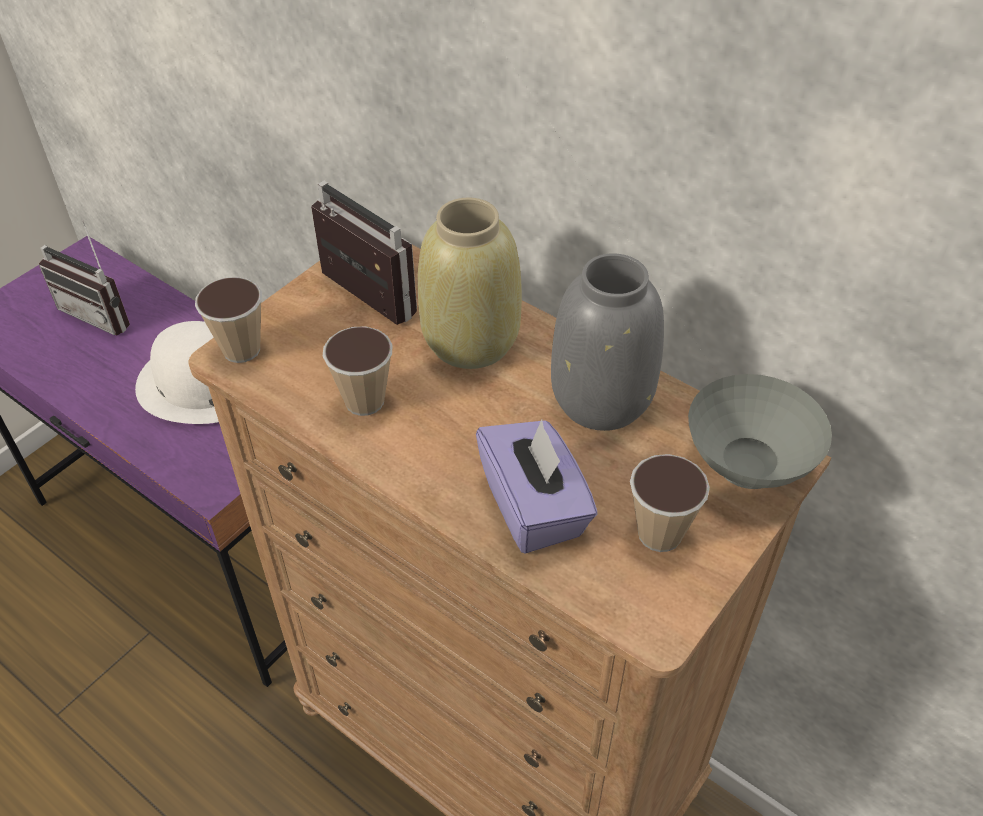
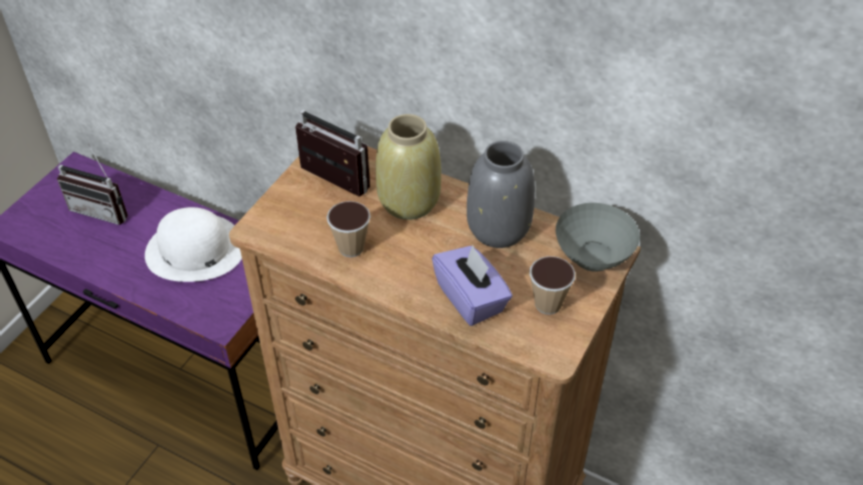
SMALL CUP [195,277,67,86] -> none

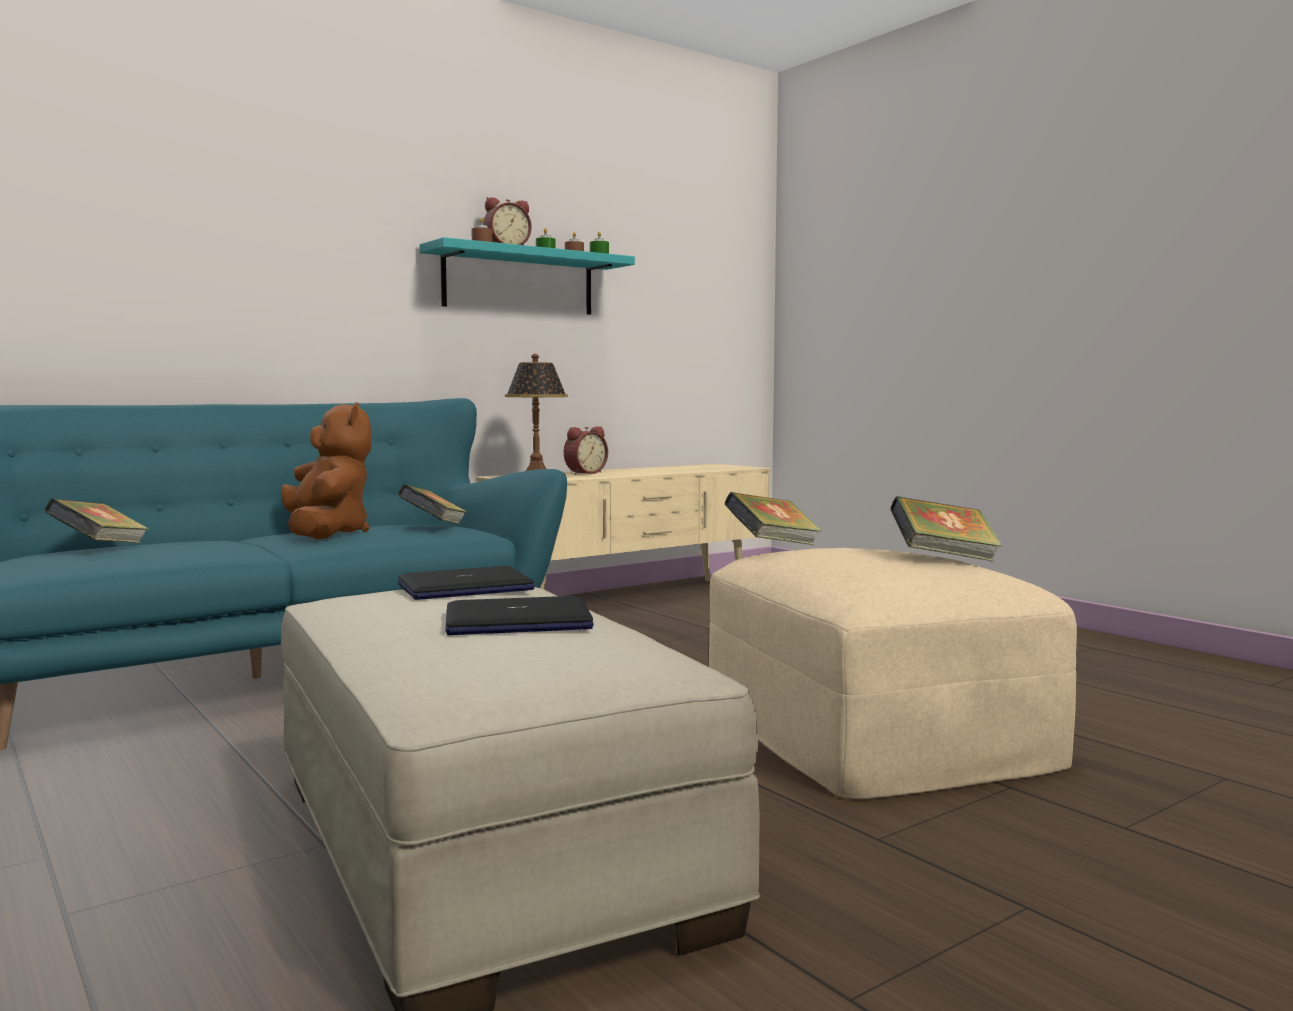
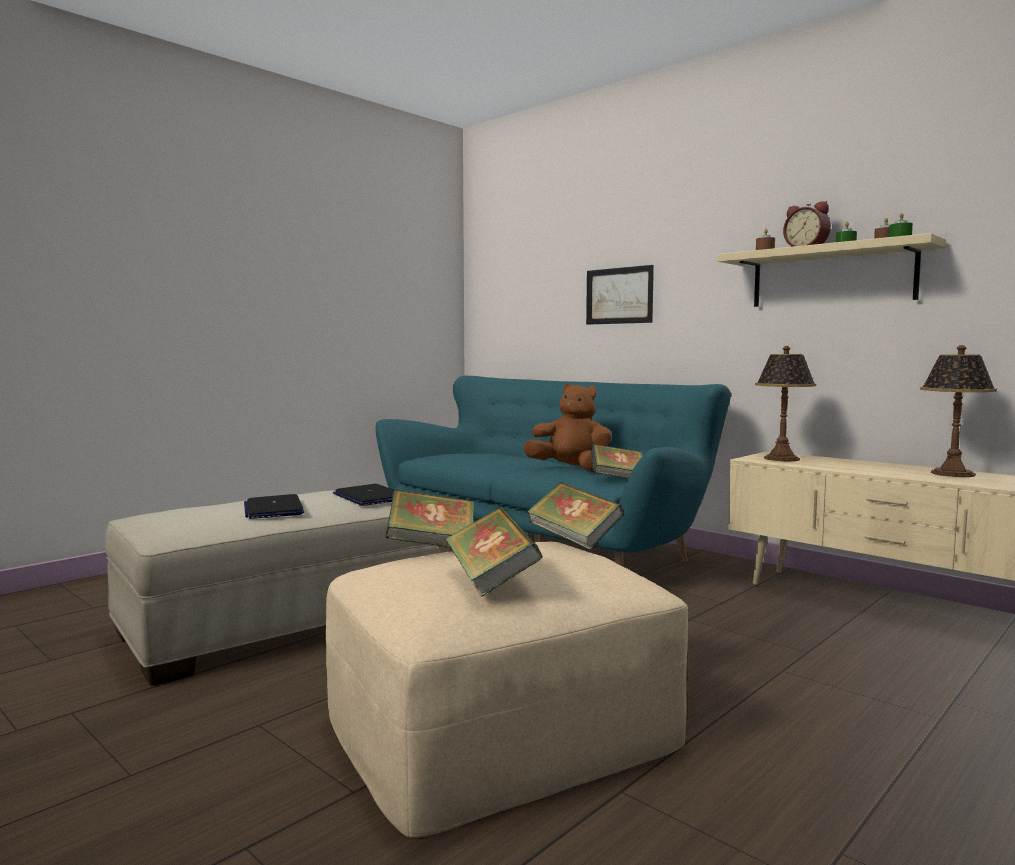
VOLUME [44,499,105,45] -> VOLUME [385,489,89,59], relocated
BROWN SOFT TOY [281,402,91,137] -> BROWN SOFT TOY [523,383,89,89], 120 degrees counterclockwise
TURQUOISE-COLOURED WALL SHELF [420,237,215,78] -> BEIGE WALL SHELF [718,233,228,74]
BEDSIDE CLOCK [564,426,44,48] -> none
none -> PICTURE [586,265,68,60]
none -> TABLE LAMP [920,345,77,132]

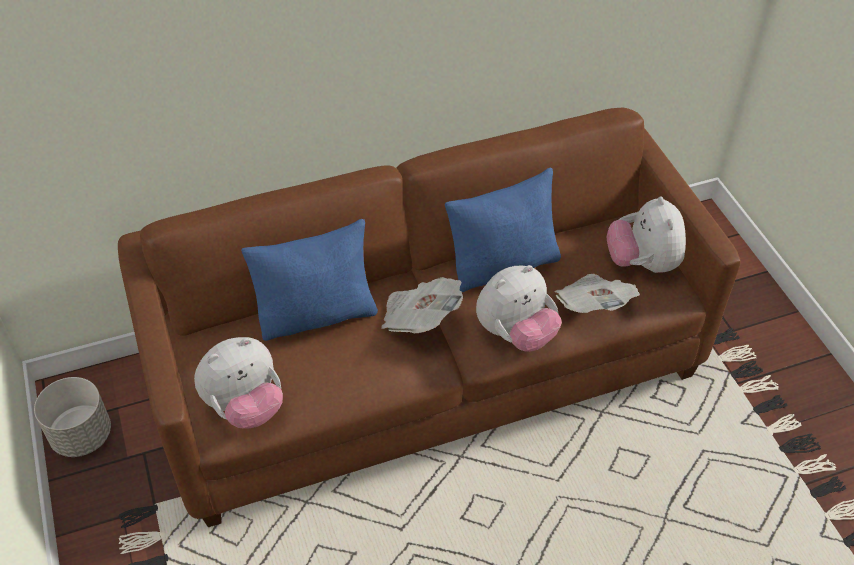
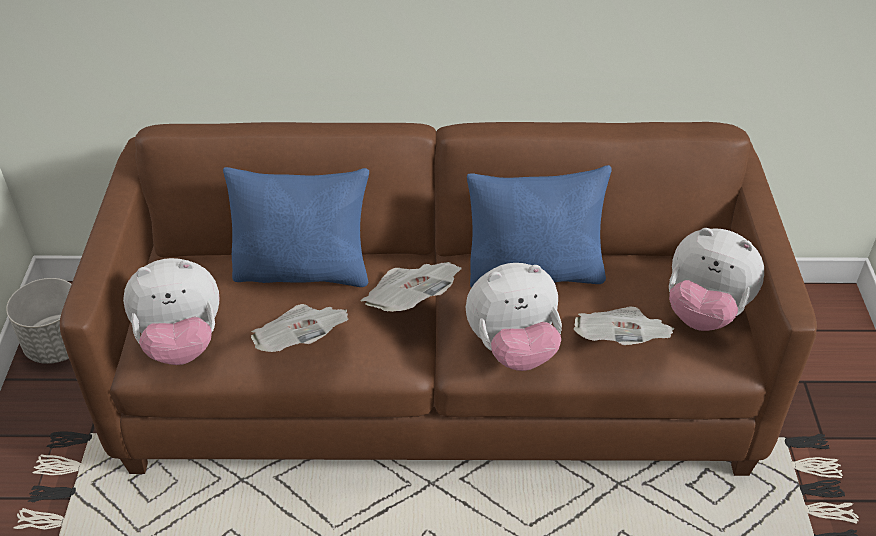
SOFT TOY [607,197,79,76] -> SOFT TOY [669,228,95,103], 75 degrees counterclockwise
none -> PRINTED PAPER [251,304,97,48]

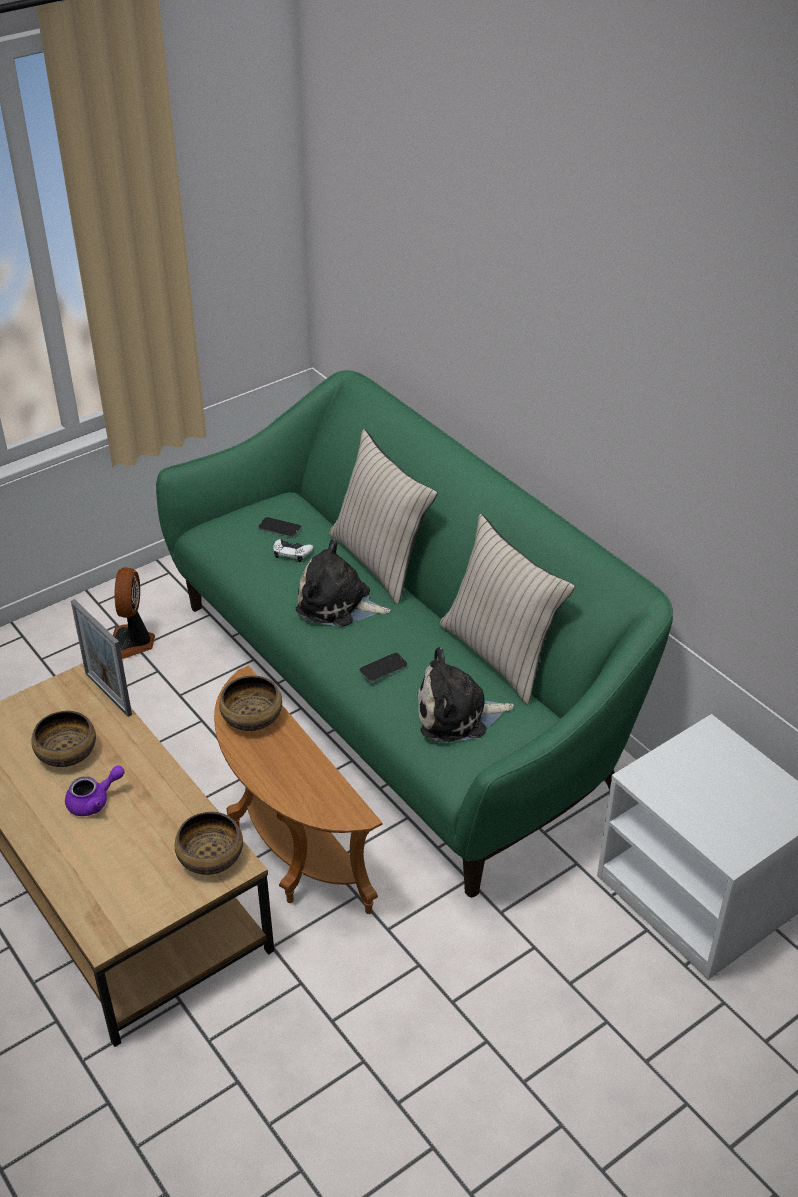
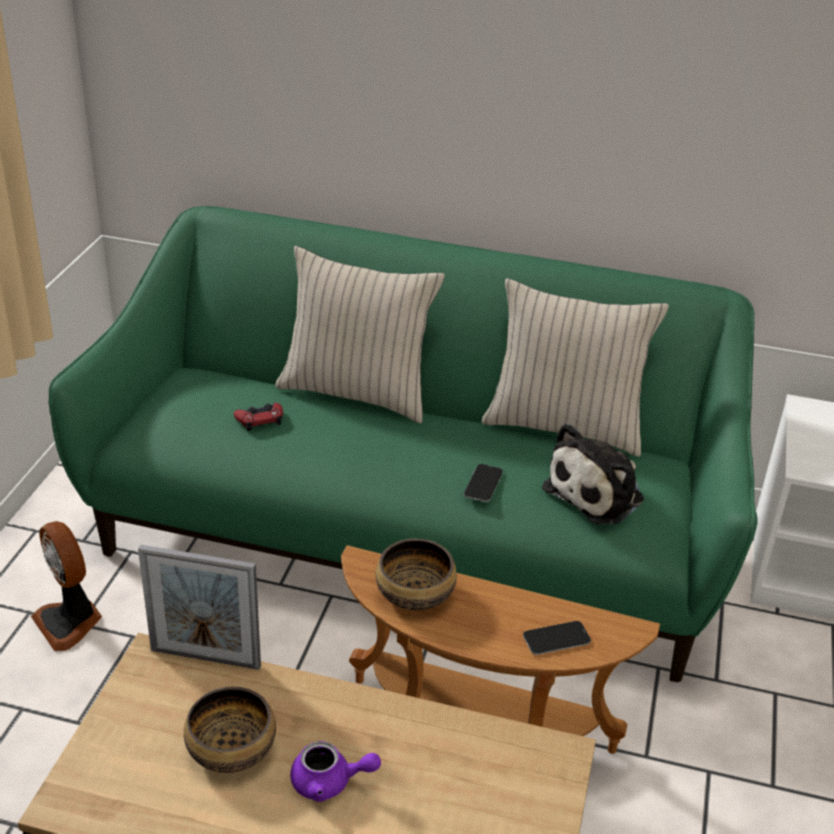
PURPLE-COLOURED TEA POT [65,766,60,50] -> PURPLE-COLOURED TEA POT [290,741,91,61], 75 degrees clockwise
BOWL [175,811,68,64] -> none
HANDSET [258,517,43,21] -> HANDSET [523,621,68,34], relocated
WHITE-COLOURED JOYPAD [273,539,40,23] -> REDDISH JOYPAD [234,403,49,28]
SOFT TOY [296,539,94,88] -> none

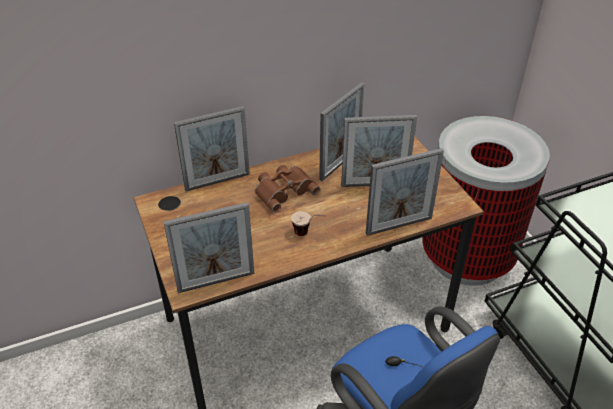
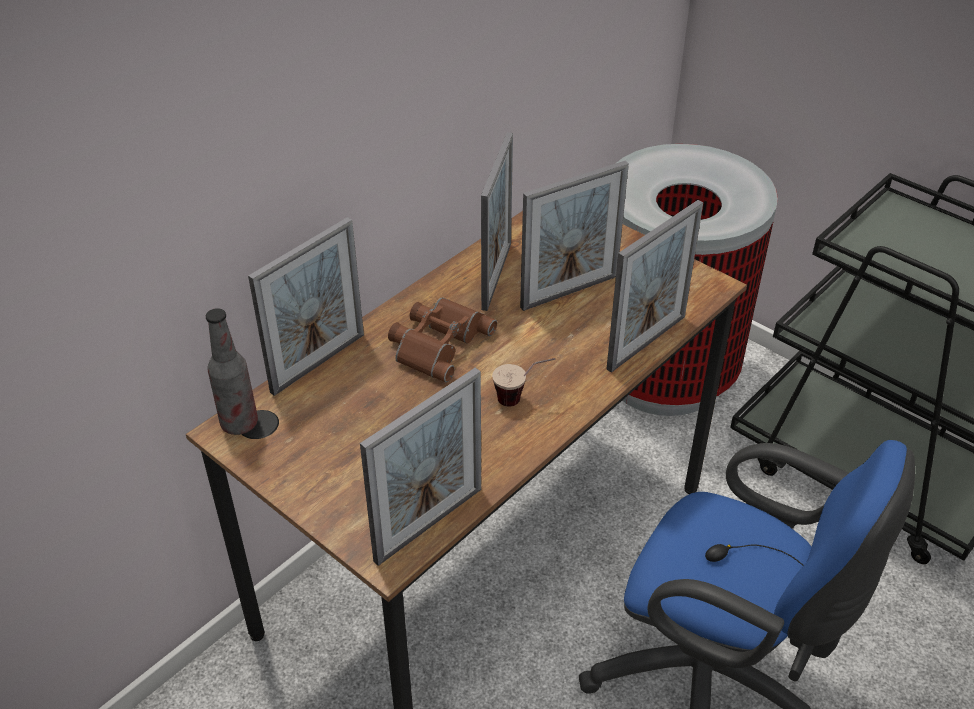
none -> BEVERAGE BOTTLE [206,308,52,127]

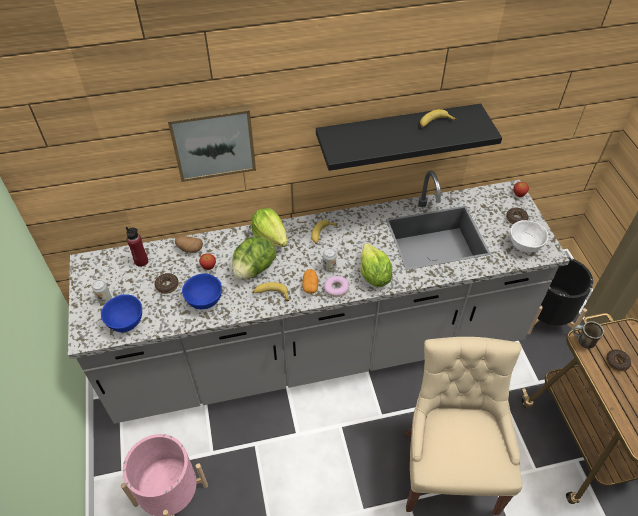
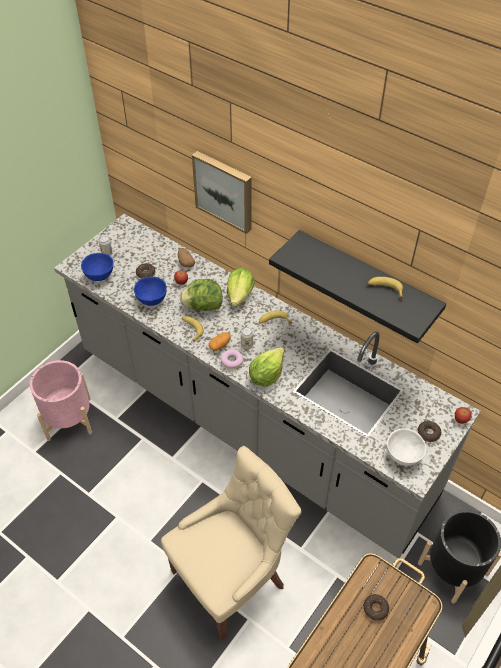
REDDISH BEVERAGE BOTTLE [126,227,22,40] -> none
COFFEE MUG [573,321,31,28] -> none

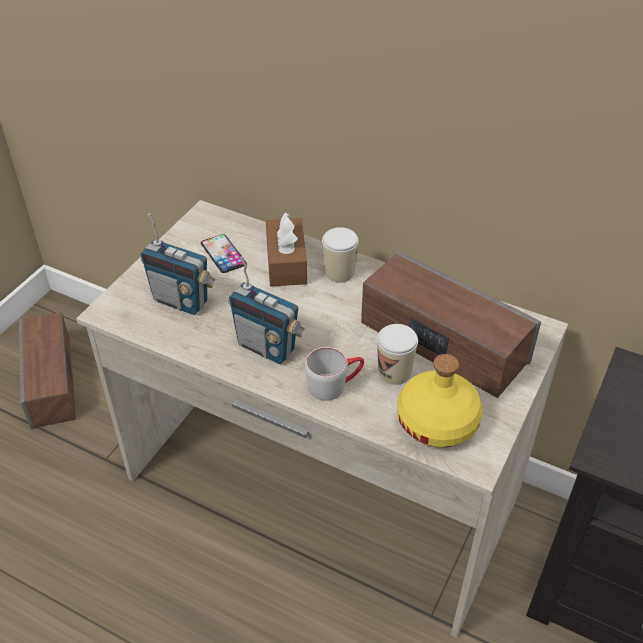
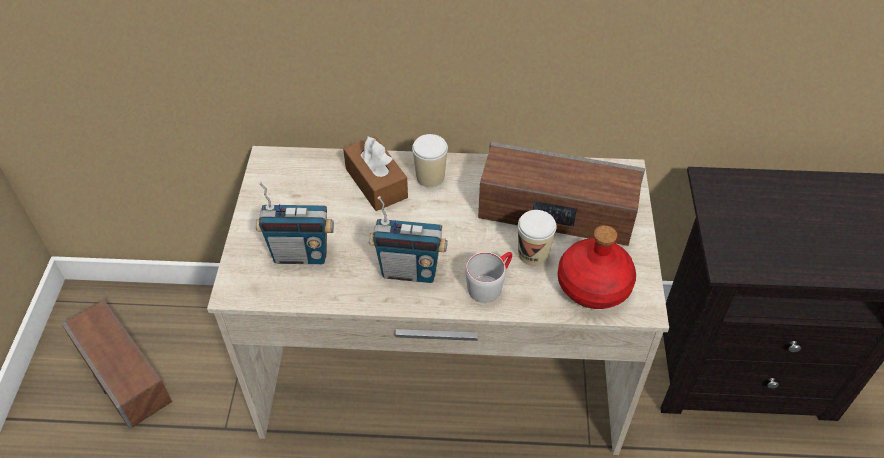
HANDSET [201,234,46,39] -> none
YELLOW BEVERAGE BOTTLE [397,354,86,94] -> REDDISH BEVERAGE BOTTLE [558,225,78,84]

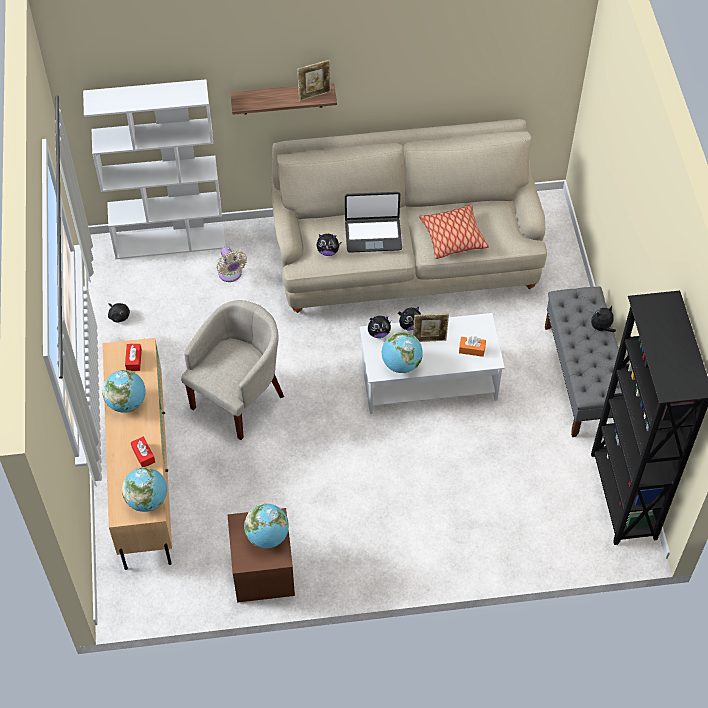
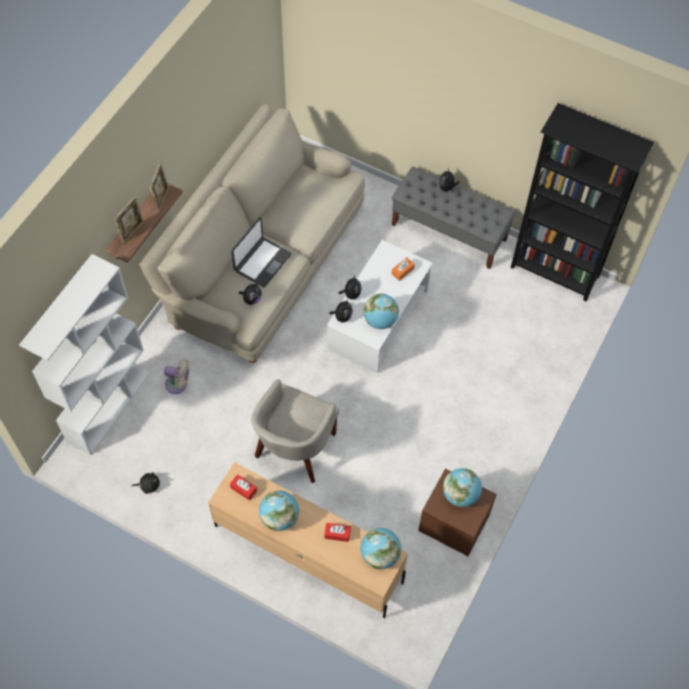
BEIGE LOUNGE CHAIR [181,300,103,140] -> BEIGE LOUNGE CHAIR [251,379,88,104], 135 degrees counterclockwise
PICTURE FRAME [413,313,36,29] -> PICTURE FRAME [114,196,29,48], relocated
PILLOW [419,205,70,54] -> none

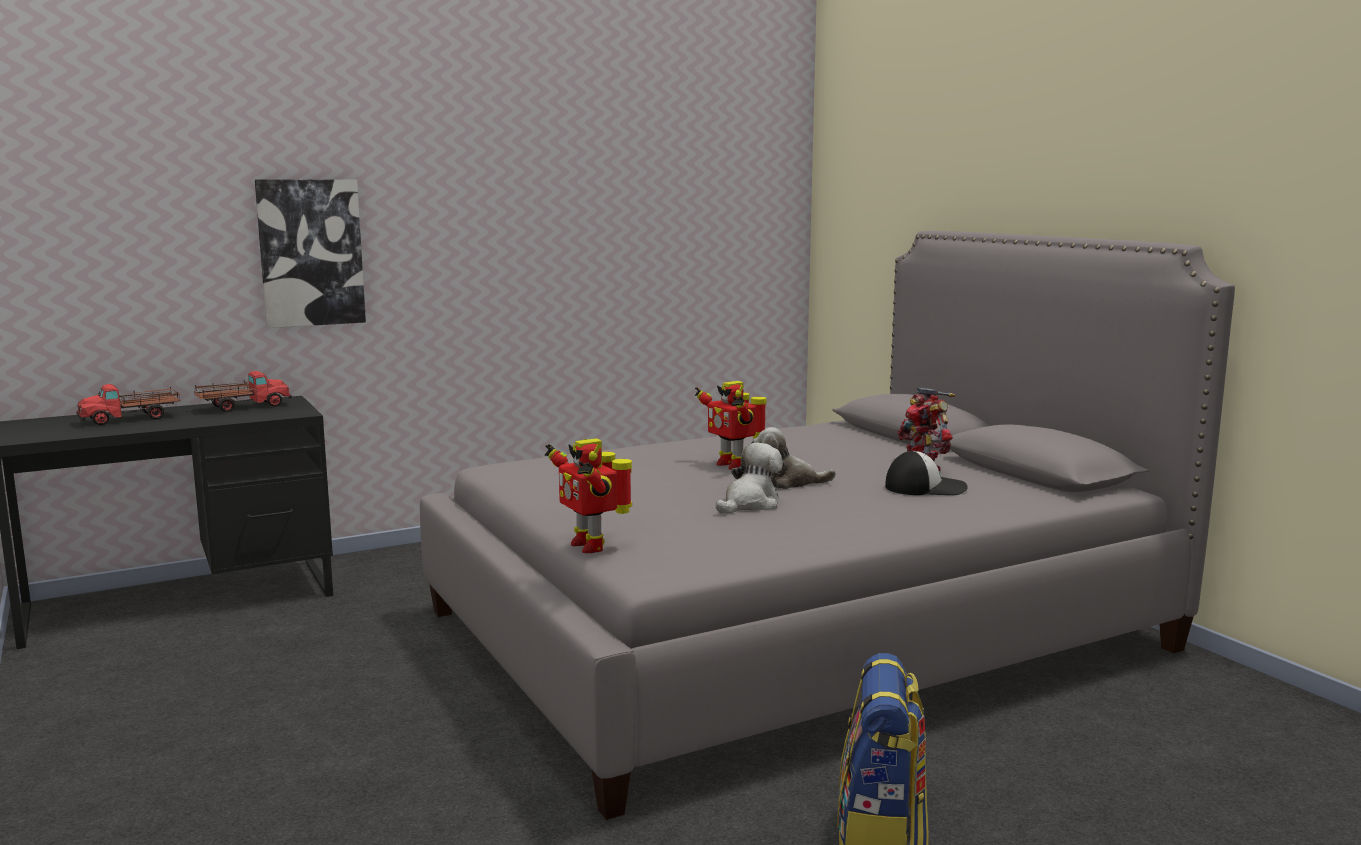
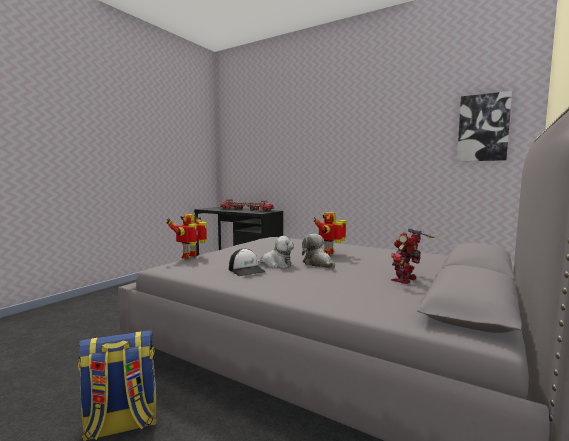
PICTURE [255,179,111,149] -> PICTURE [457,91,55,70], relocated
PEAKED CAP [885,451,83,44] -> PEAKED CAP [229,248,37,28], relocated

